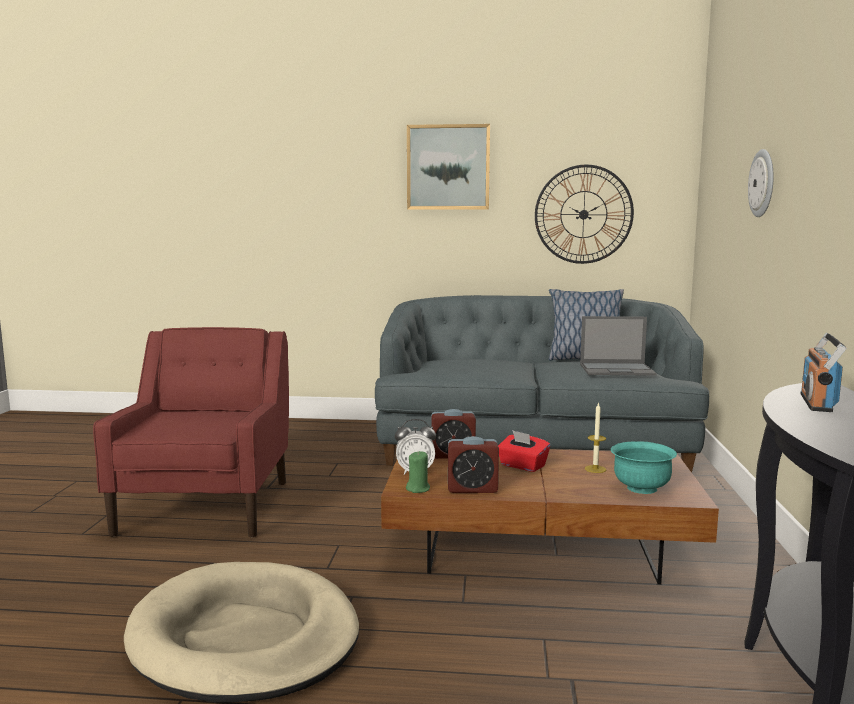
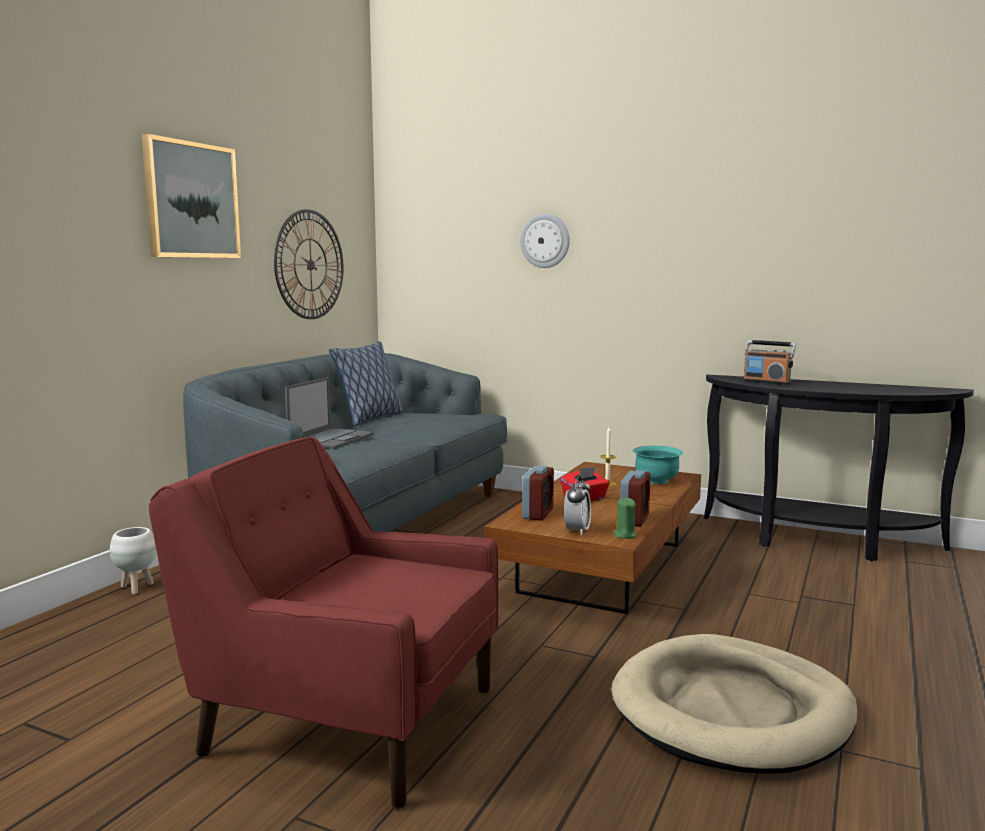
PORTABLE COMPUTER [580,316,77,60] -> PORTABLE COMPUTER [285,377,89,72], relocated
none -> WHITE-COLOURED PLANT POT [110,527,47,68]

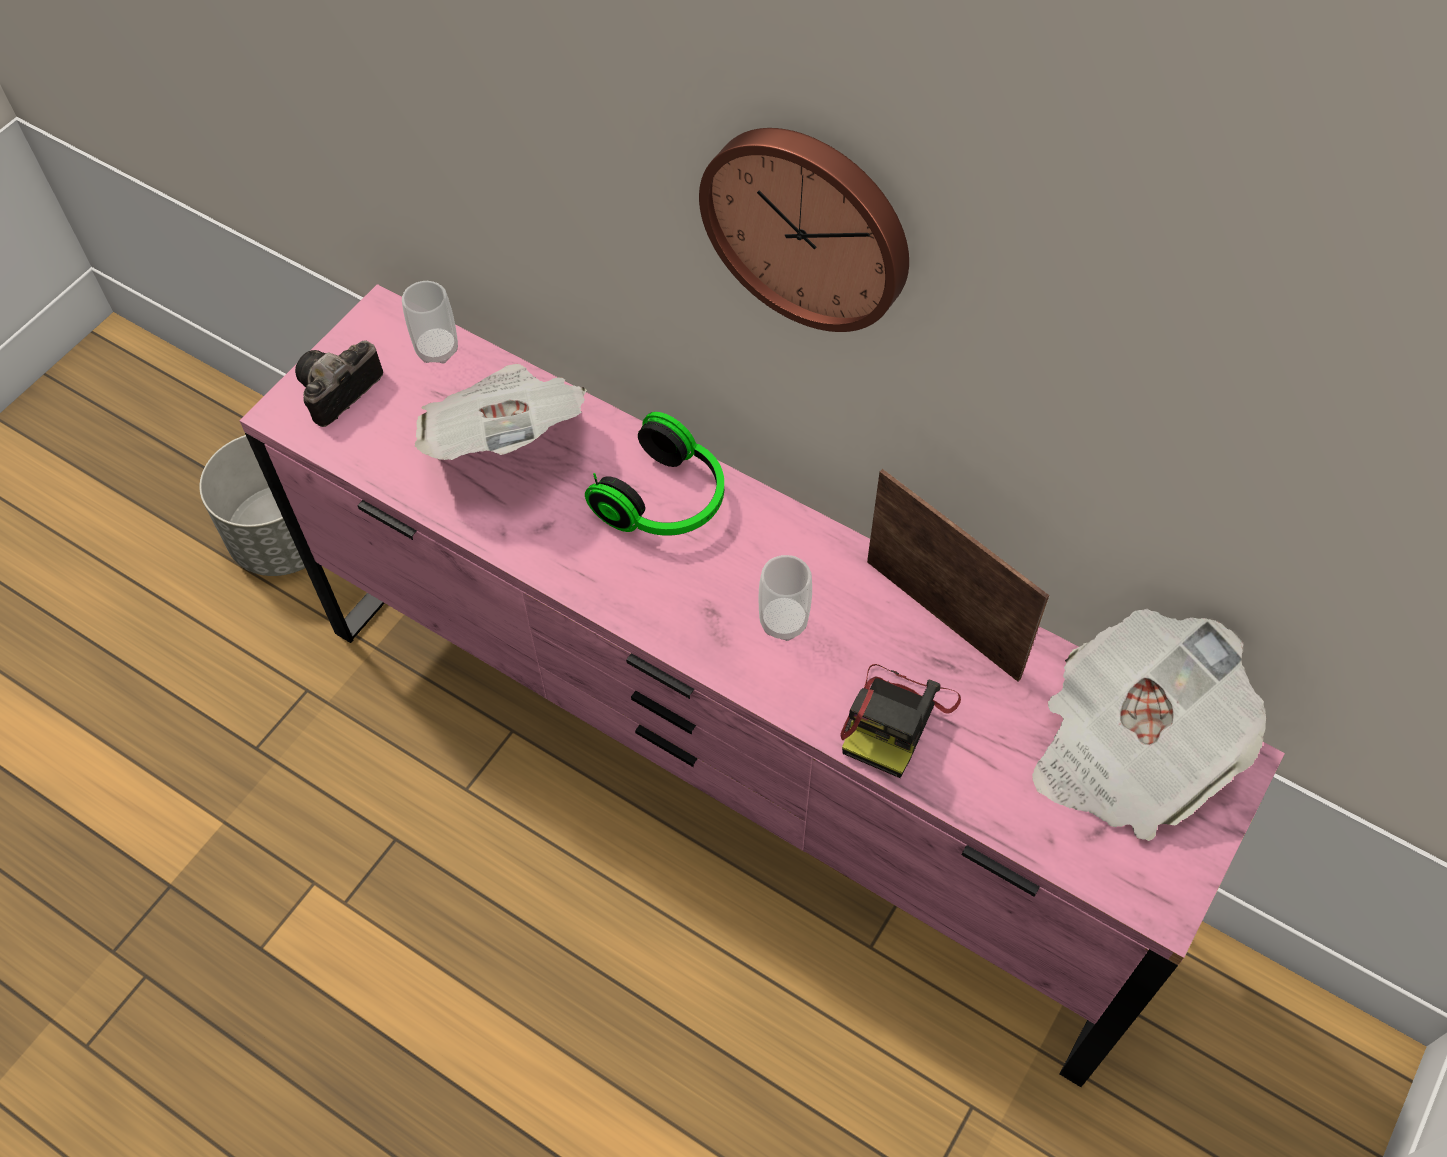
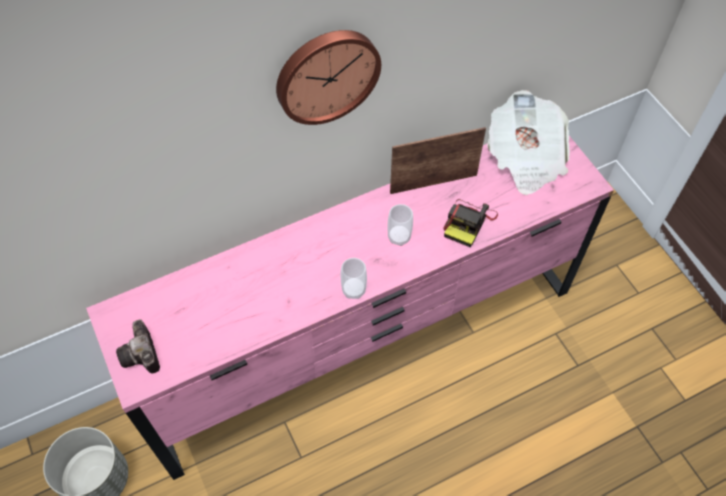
SMALL CUP [402,281,56,83] -> SMALL CUP [340,258,27,41], relocated
PRINTED PAPER [415,364,172,96] -> none
PAIR OF HEADPHONES [585,412,139,124] -> none
STILL CAMERA [840,664,121,114] -> STILL CAMERA [443,199,55,49], 60 degrees clockwise

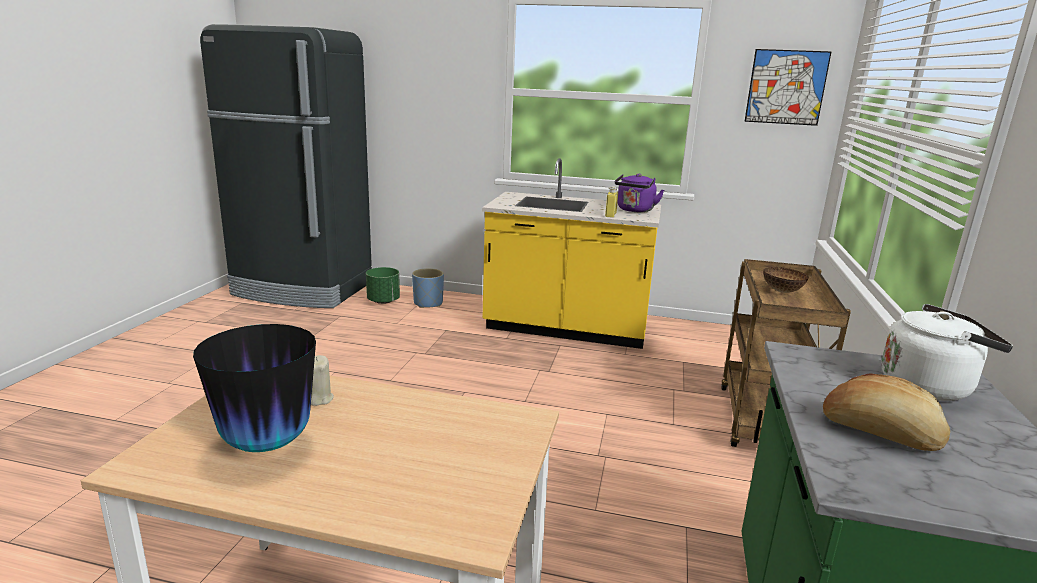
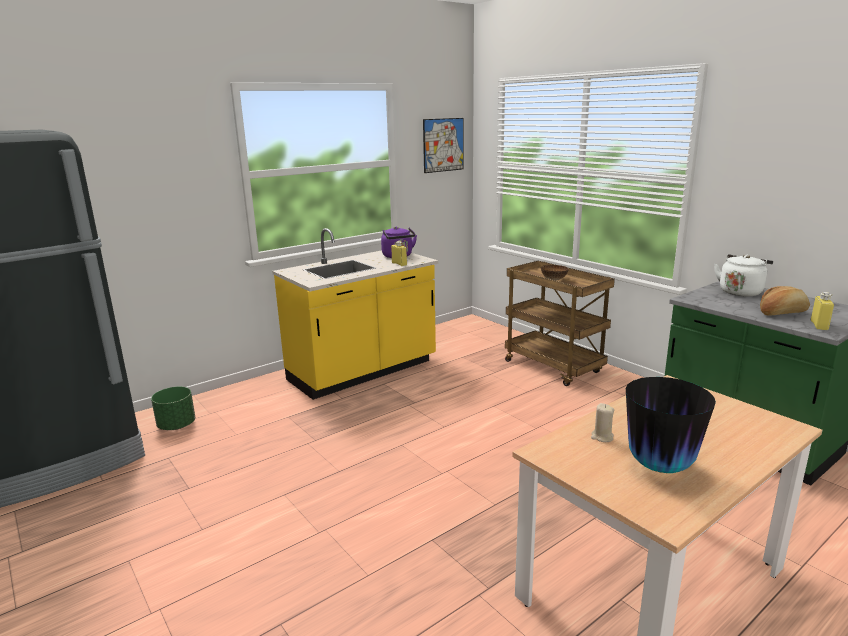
BLUISH PLANT POT [412,268,32,40] -> none
none -> YELLOW BEVERAGE BOTTLE [811,292,23,38]

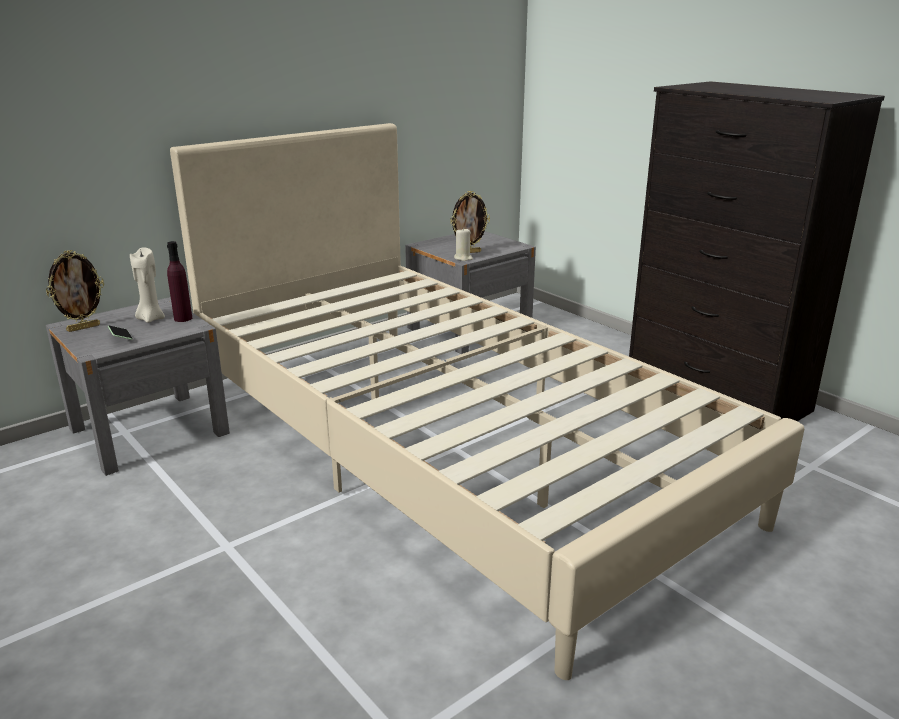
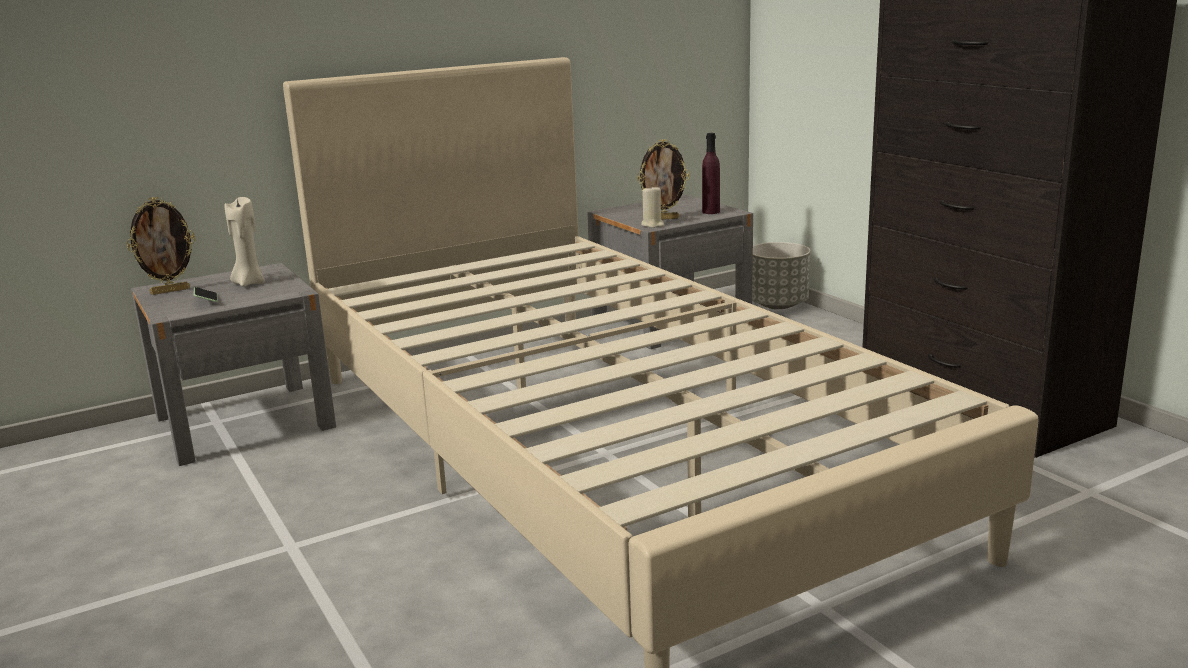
PURPLE-COLOURED BEVERAGE BOTTLE [167,241,25,81] -> PURPLE-COLOURED BEVERAGE BOTTLE [702,133,18,81], relocated
none -> GRAY PLANT POT [752,242,58,67]

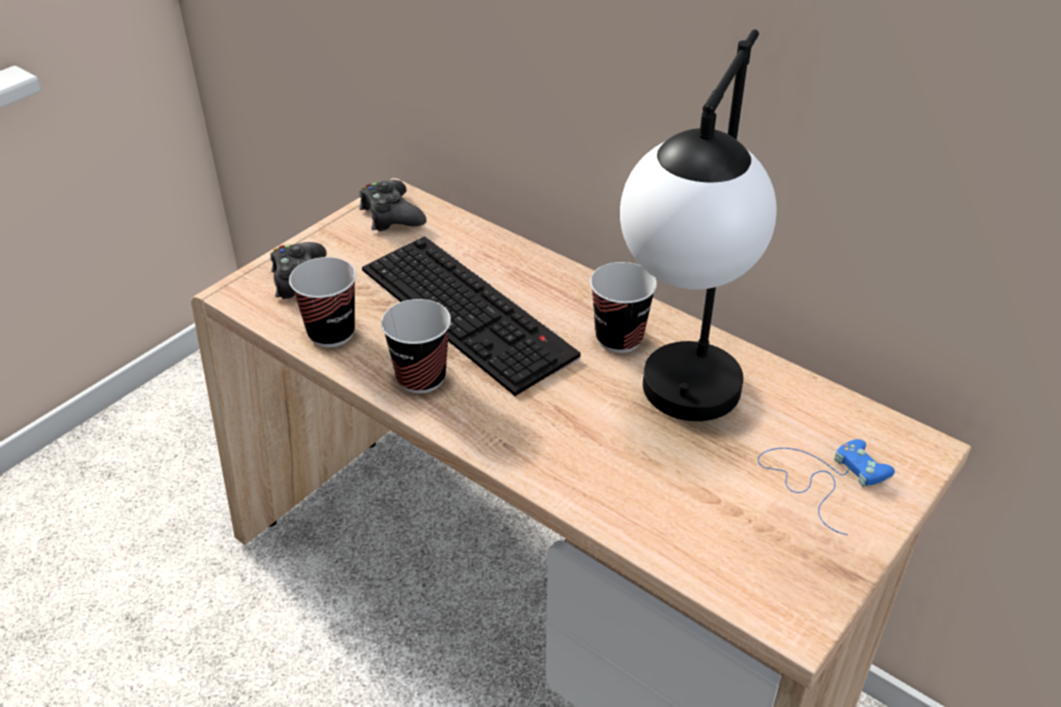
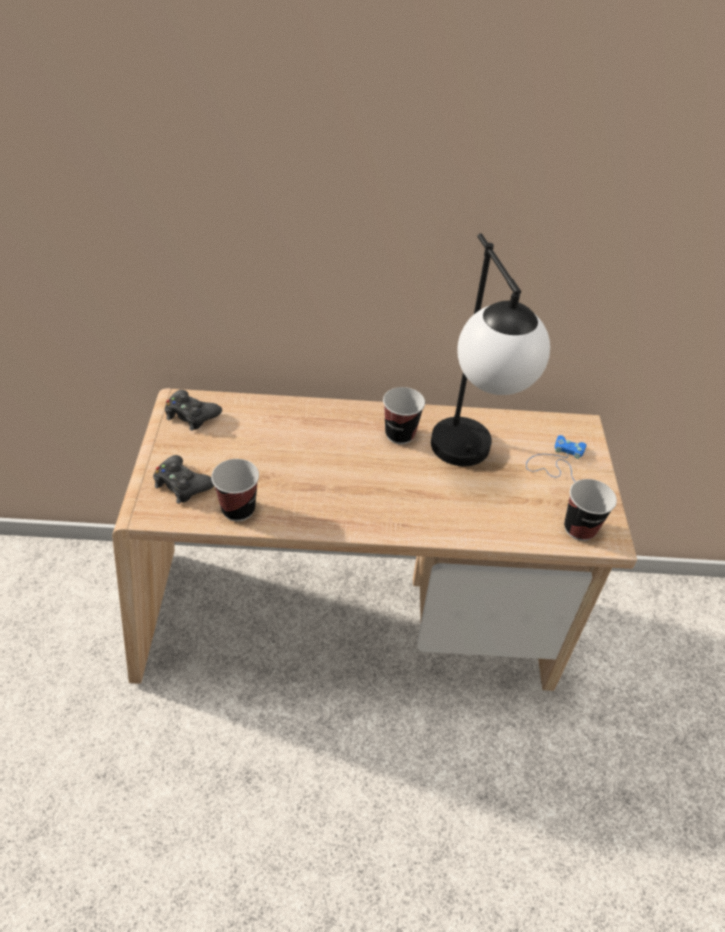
PC KEYBOARD [362,236,219,160] -> none
SMALL CUP [381,299,70,95] -> SMALL CUP [564,479,53,62], relocated

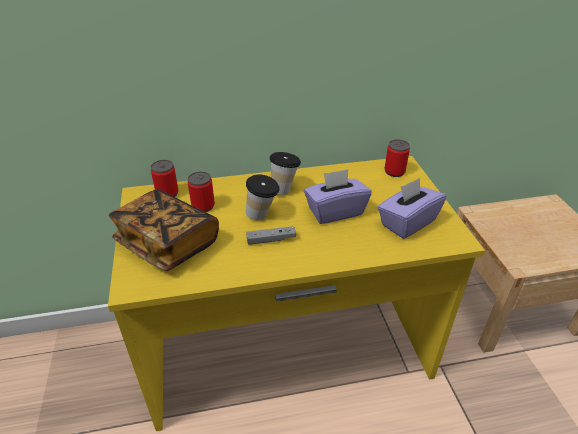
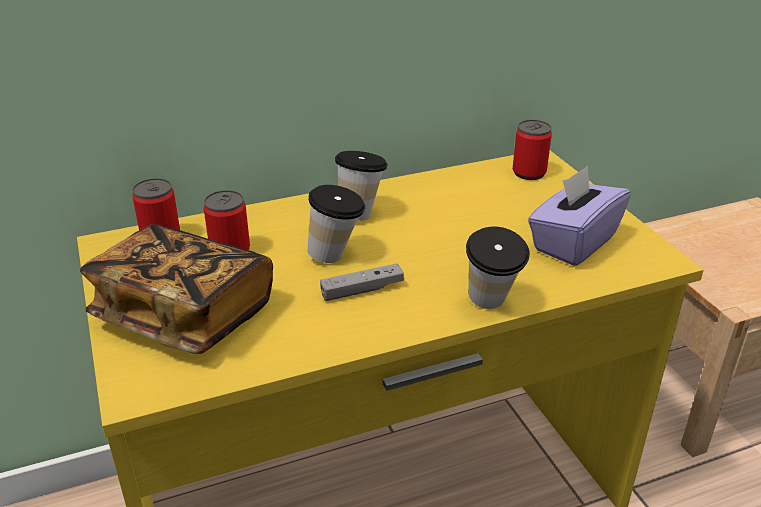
PURPLE-COLOURED TISSUE HOLDER [304,169,67,55] -> none
none -> SMALL CUP [466,226,64,83]

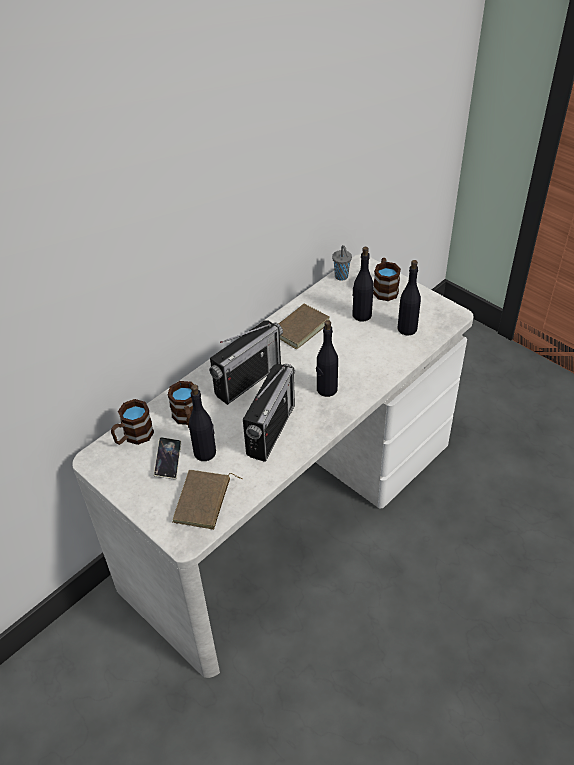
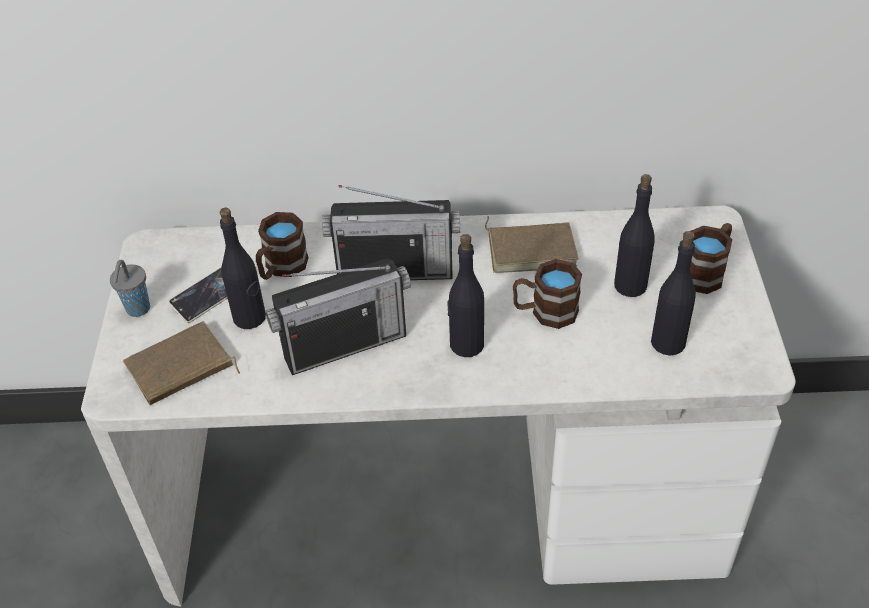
BROWN COFFEE MUG [111,399,43,46] -> BROWN COFFEE MUG [513,259,69,70], relocated
GRAY SMALL CUP [332,245,20,36] -> GRAY SMALL CUP [110,260,40,57], relocated

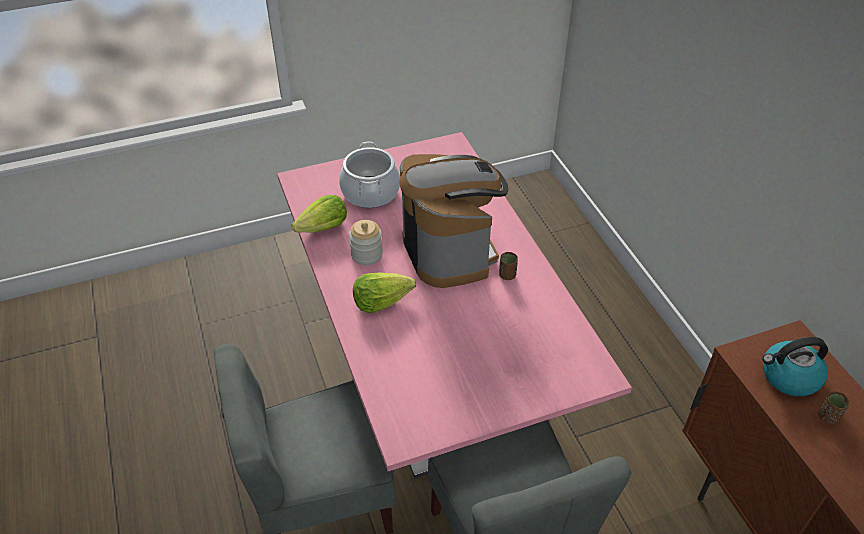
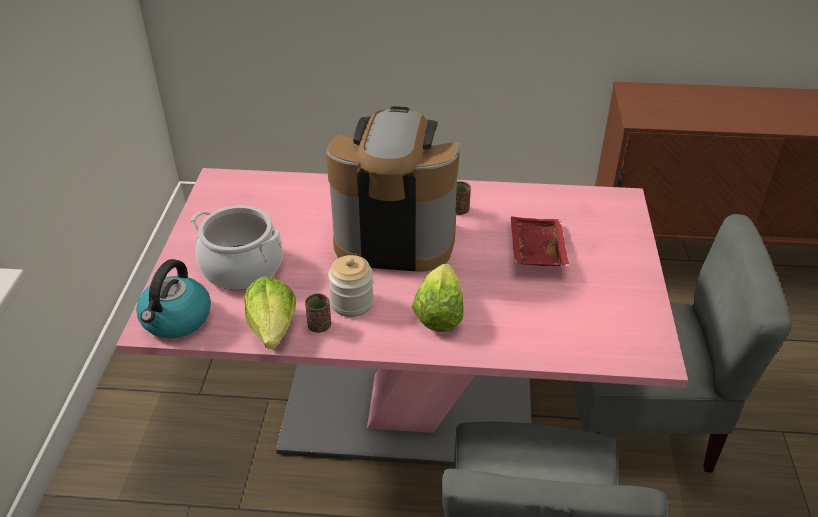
WATER KETTLE [762,337,66,59] -> WATER KETTLE [136,259,75,80], relocated
BROWN SMALL CUP [818,392,32,33] -> BROWN SMALL CUP [305,294,26,39], relocated
none -> REDDISH CARRYING TRAY [511,217,58,49]

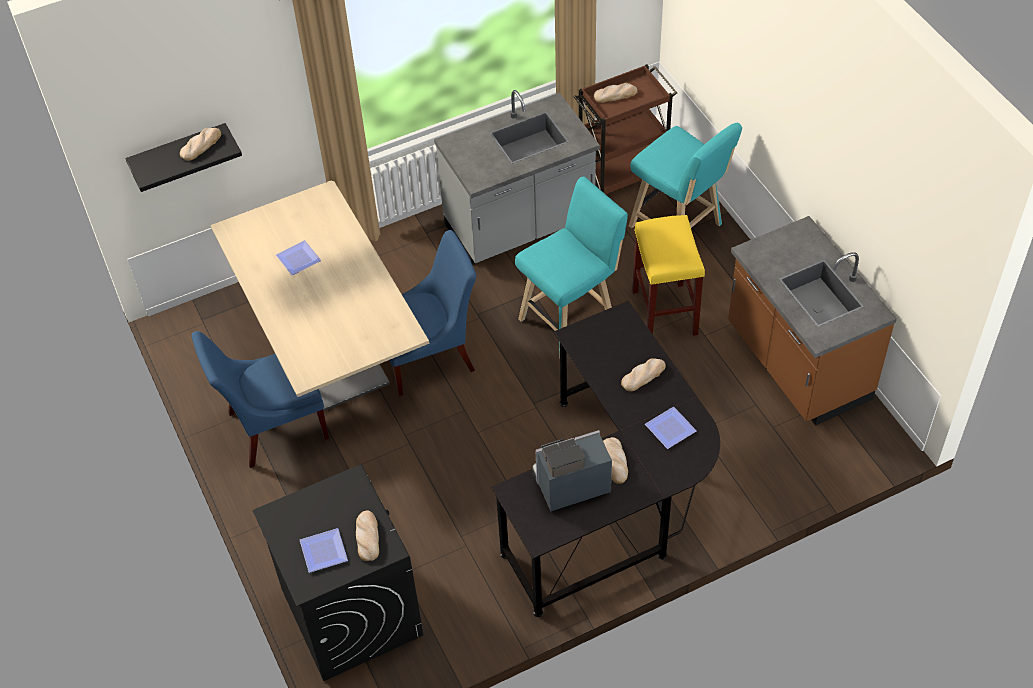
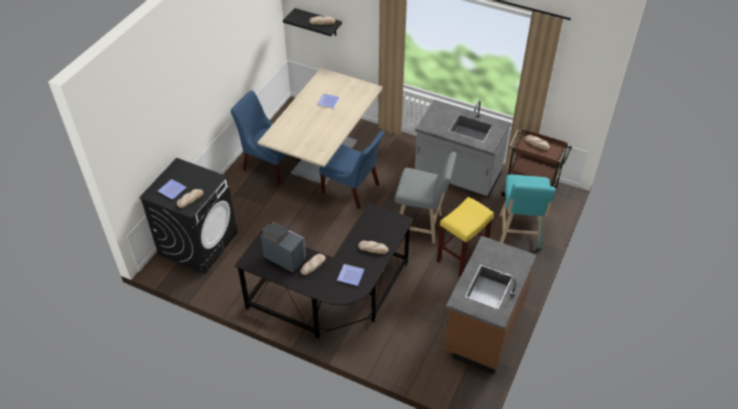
TURQUOISE-COLOURED STOOL SEAT [515,177,113,182] -> GRAY STOOL SEAT [395,152,62,92]

